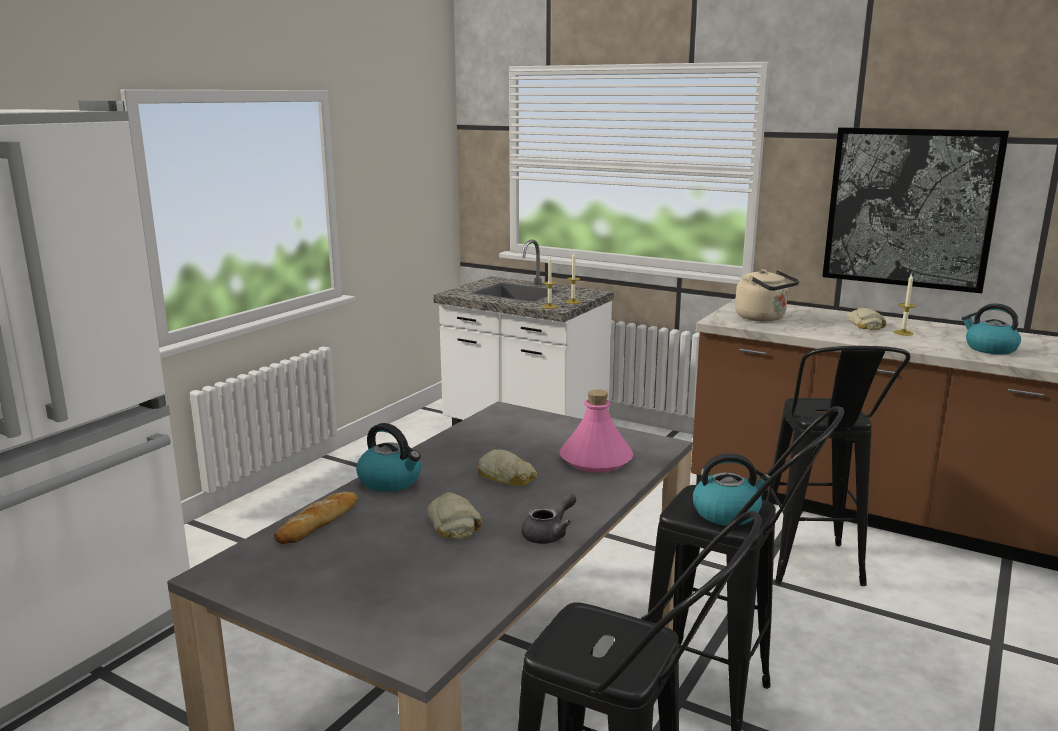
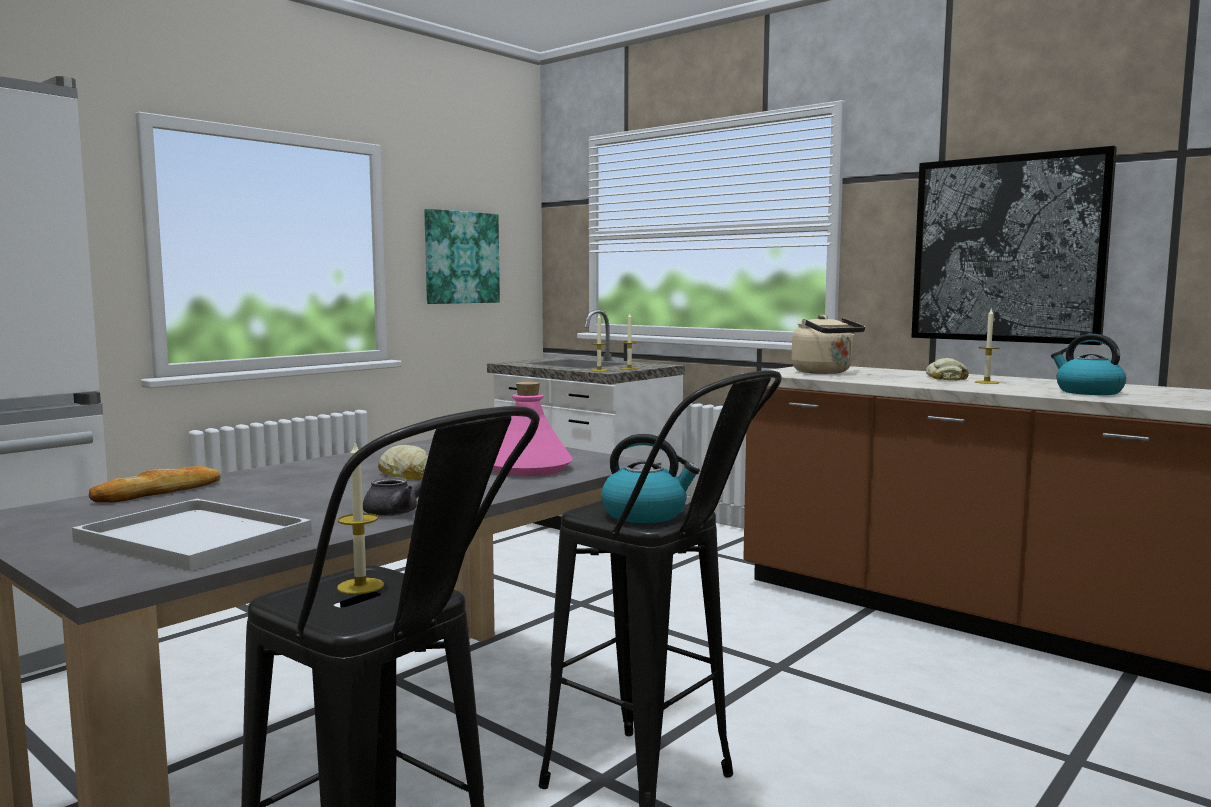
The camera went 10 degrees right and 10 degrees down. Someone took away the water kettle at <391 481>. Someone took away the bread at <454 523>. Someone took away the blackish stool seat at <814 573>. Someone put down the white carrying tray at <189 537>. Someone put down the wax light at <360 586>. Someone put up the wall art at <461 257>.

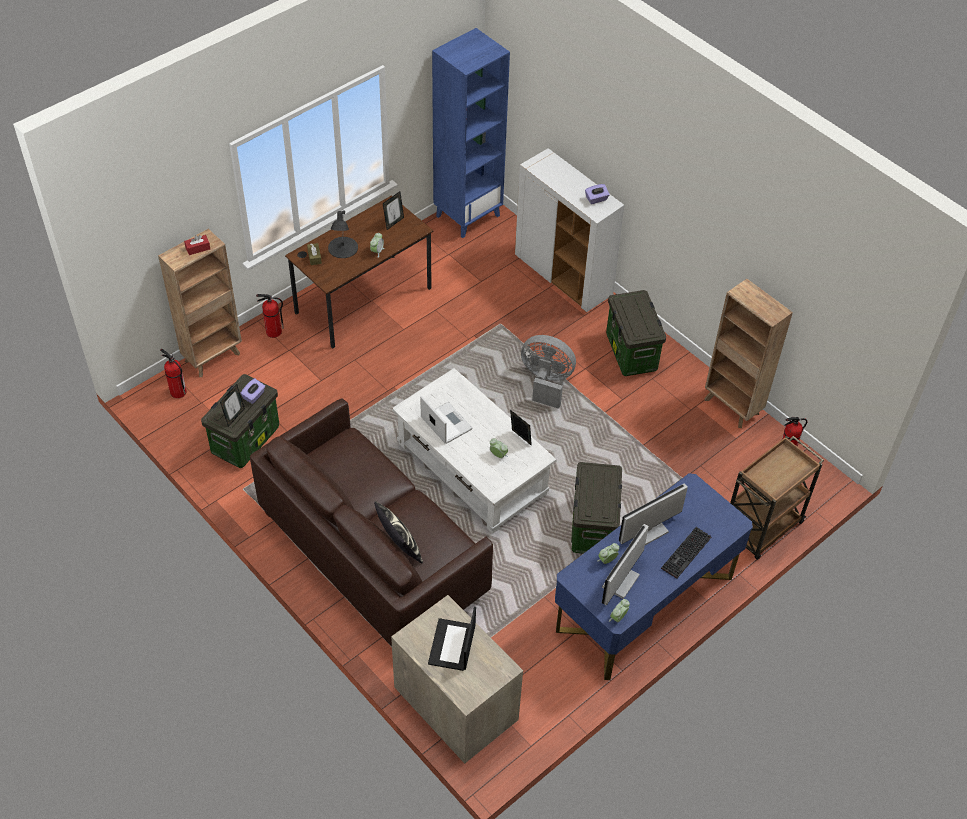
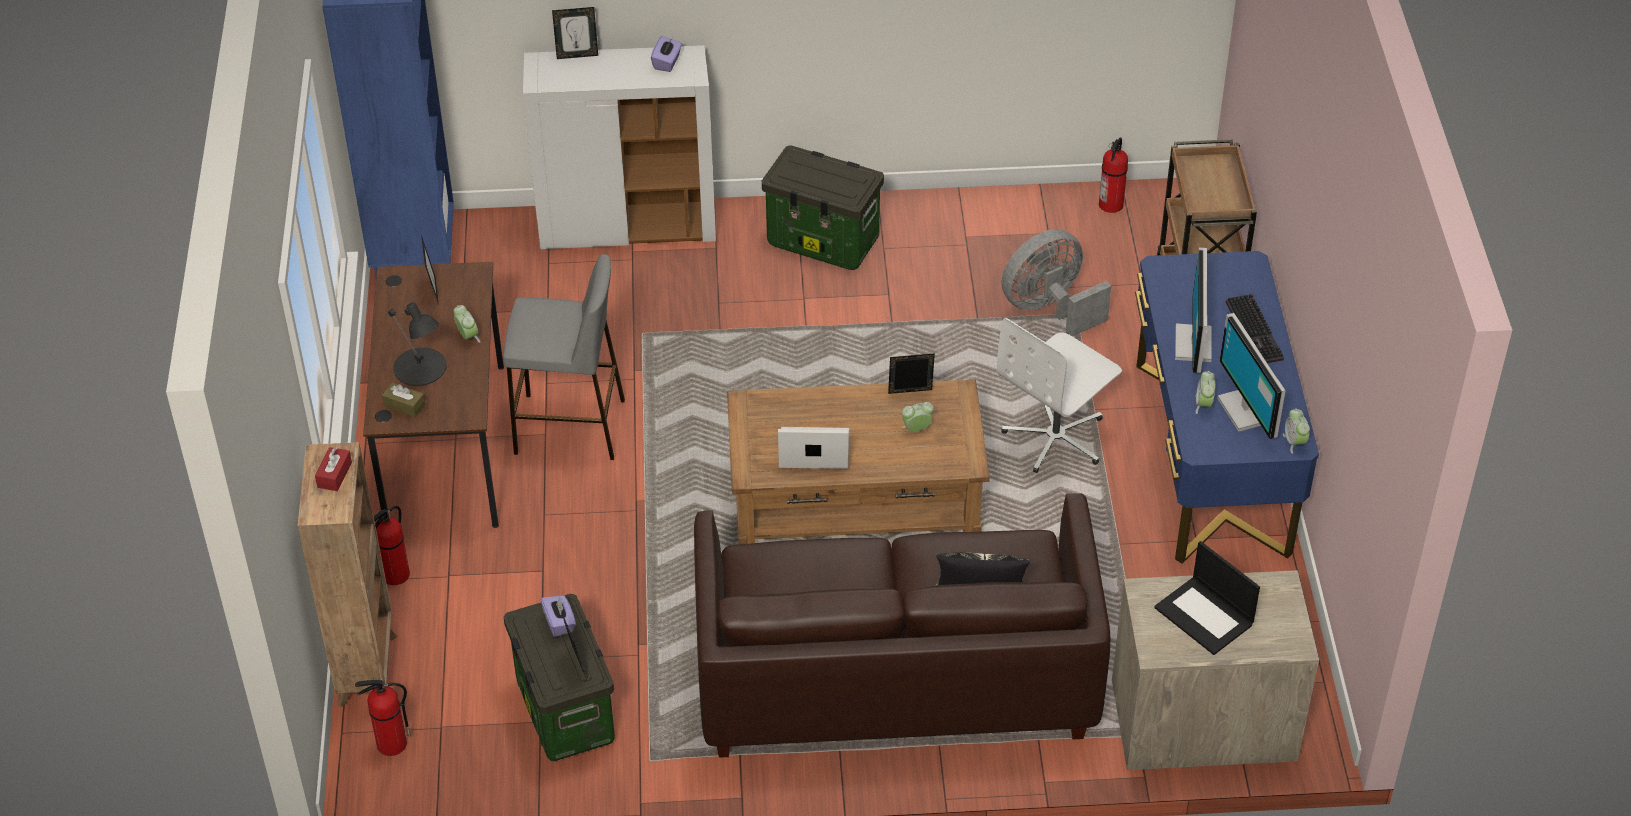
The camera went 50 degrees left and 5 degrees down. Someone repainted the white low table at <471 468>, which became the brownish low table at <854 499>. Someone carried the gray electric fan from <546 382> to <1049 308>. Someone swapped the storage bin at <592 526> for the white desk chair at <1056 437>. Someone took away the brownish bookcase at <732 407>. Someone put down the gray stool seat at <571 427>. Someone put down the standing frame at <577 55>.

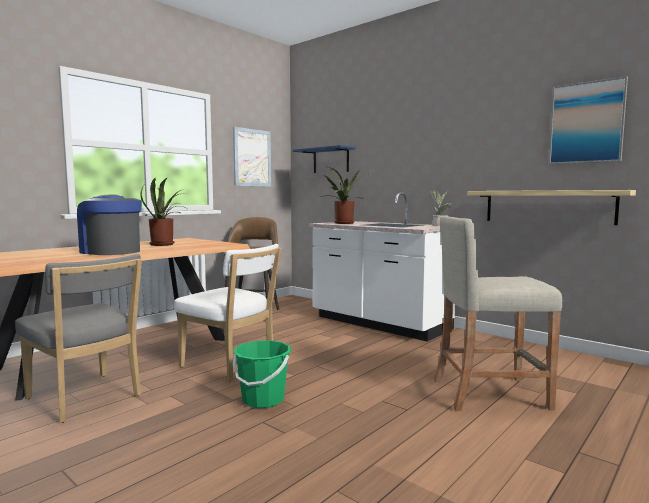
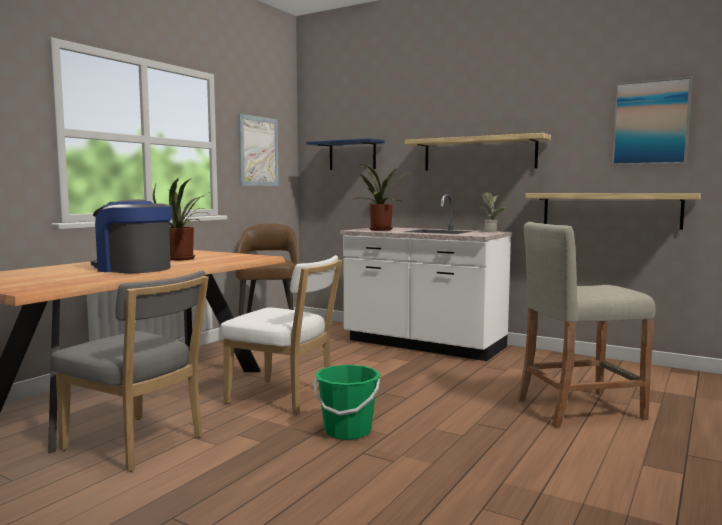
The camera went 10 degrees left and 0 degrees up. Someone put up the wall shelf at <479 154>.

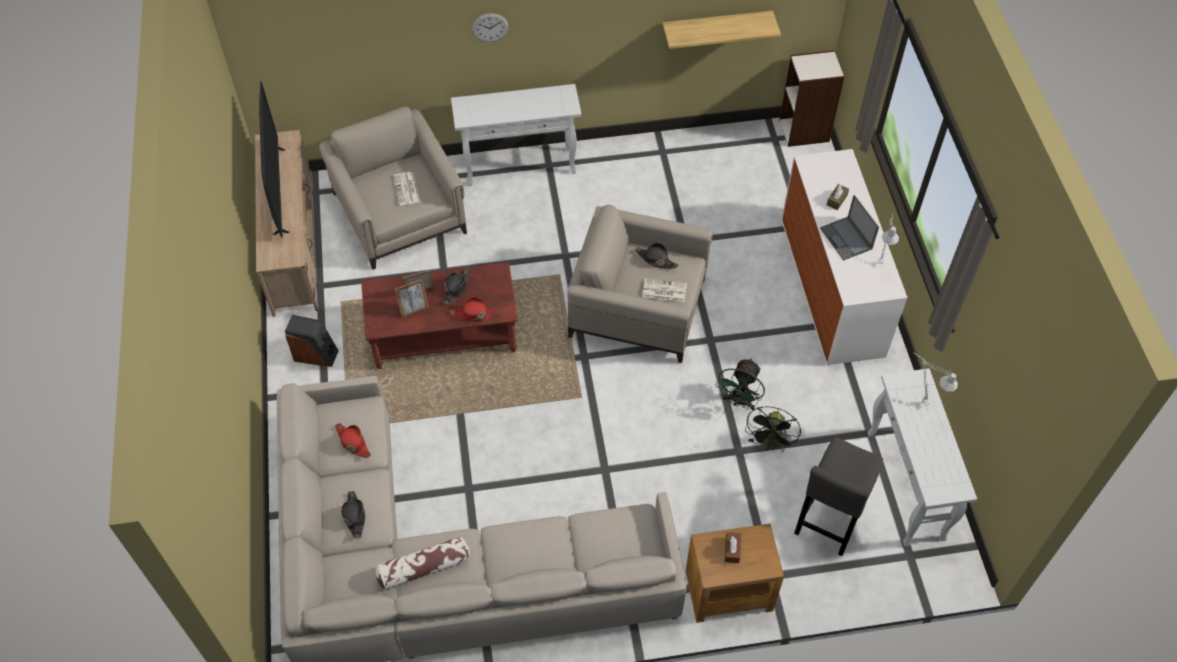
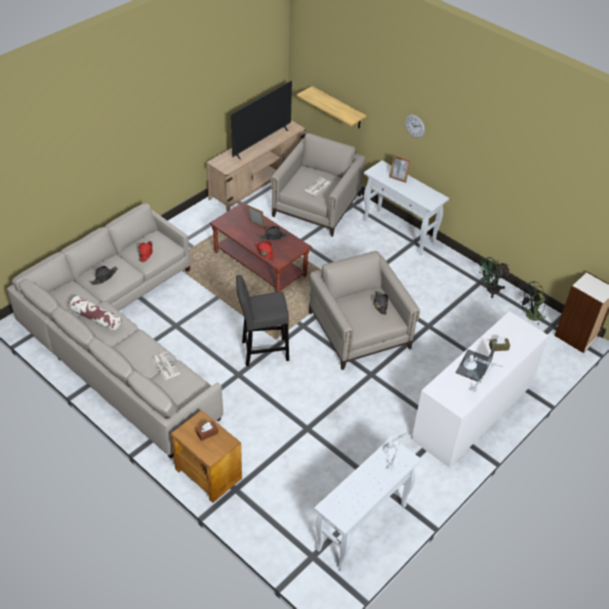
The camera went 50 degrees right and 10 degrees down. Someone took away the speaker at <316 354>. Someone carried the standing frame from <414 310> to <398 178>. Someone carried the daily paper from <664 290> to <165 366>. Someone carried the wall shelf from <716 27> to <338 108>. Someone carried the greenish electric fan from <739 401> to <489 290>. Someone carried the blackish electric fan from <770 444> to <530 316>. Someone carried the gray stool seat from <828 522> to <262 351>.

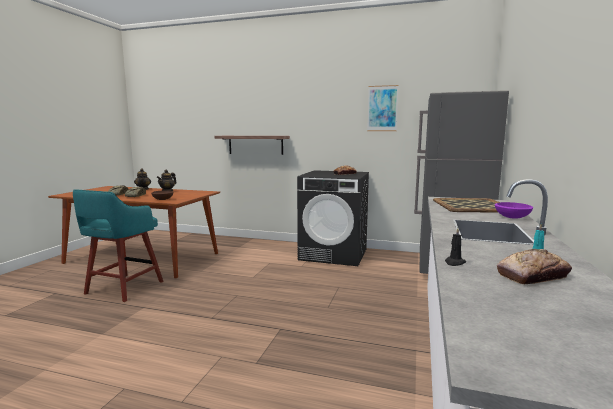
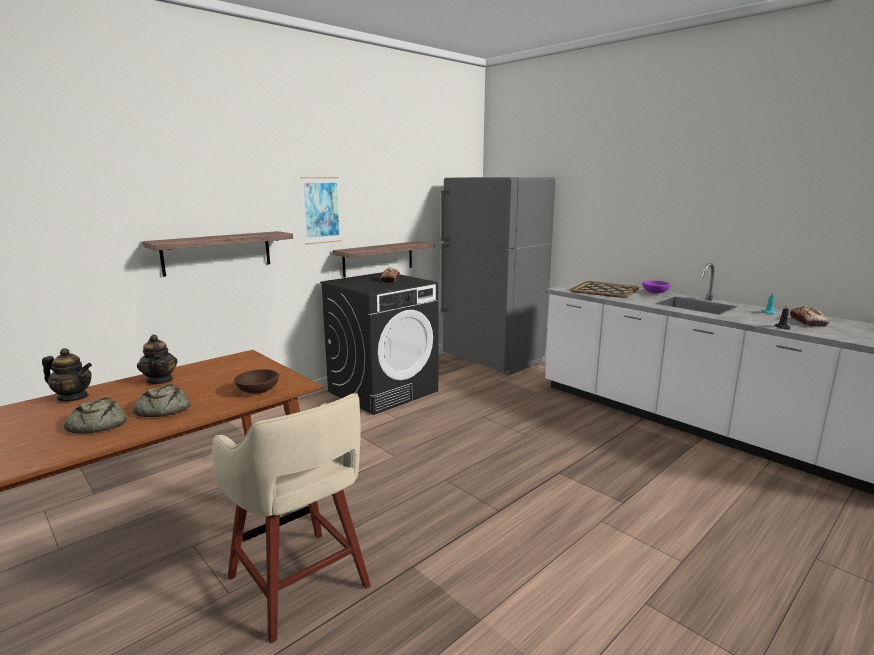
The camera went 60 degrees left and 5 degrees up. Someone repainted the turquoise stool seat at <123 288>, which became the beige-coloured stool seat at <300 585>. Someone carried the wall art from <382 108> to <321 210>. Someone put up the wall shelf at <378 258>.

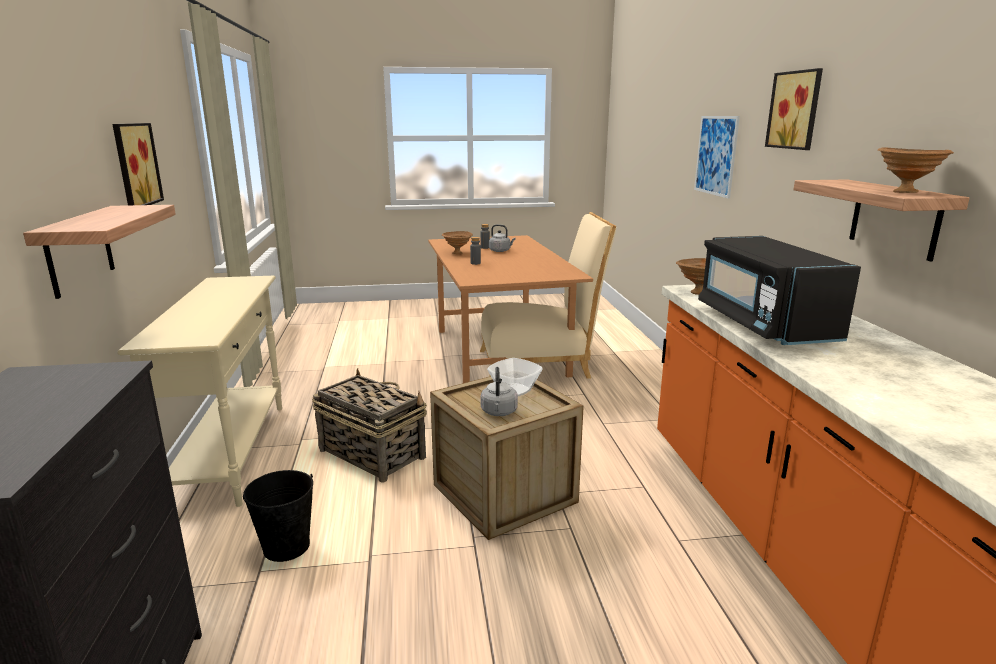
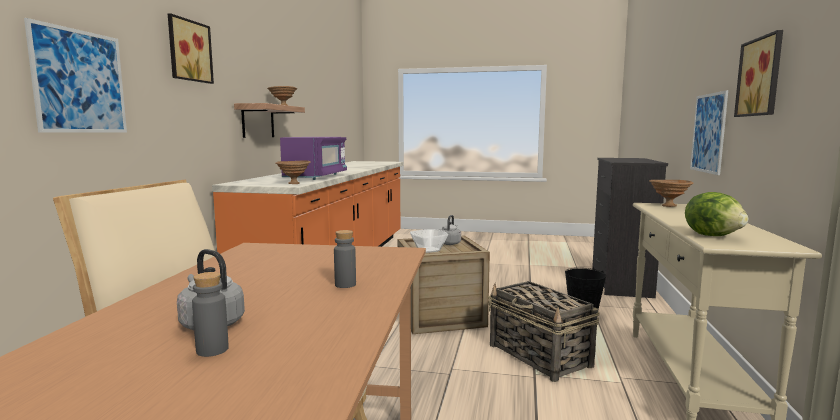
The camera went 160 degrees left and 10 degrees down. Someone swapped the wall shelf at <79 250> for the wall art at <708 133>. Someone carried the brownish serving bowl from <458 253> to <668 206>. Someone repainted the blackish microwave at <763 323>, which became the purplish microwave at <316 177>. Someone put down the head of lettuce at <713 235>.

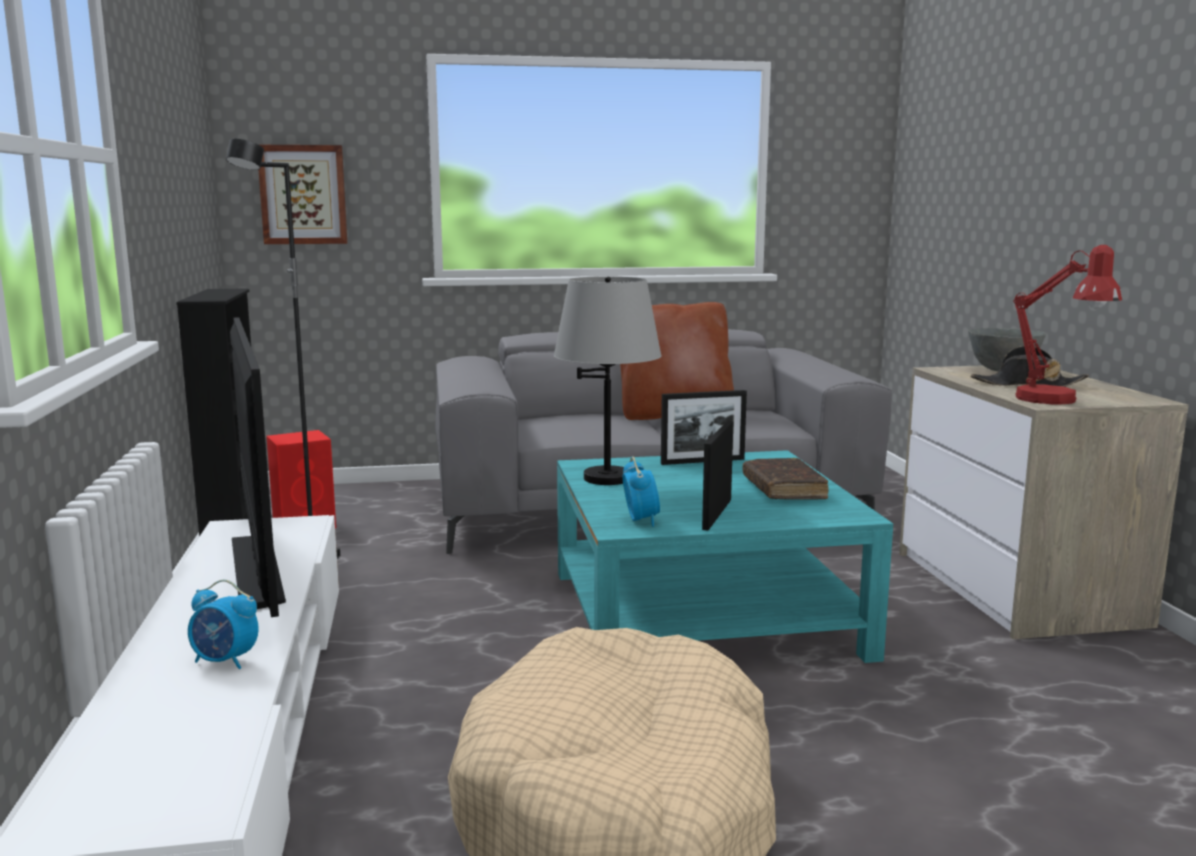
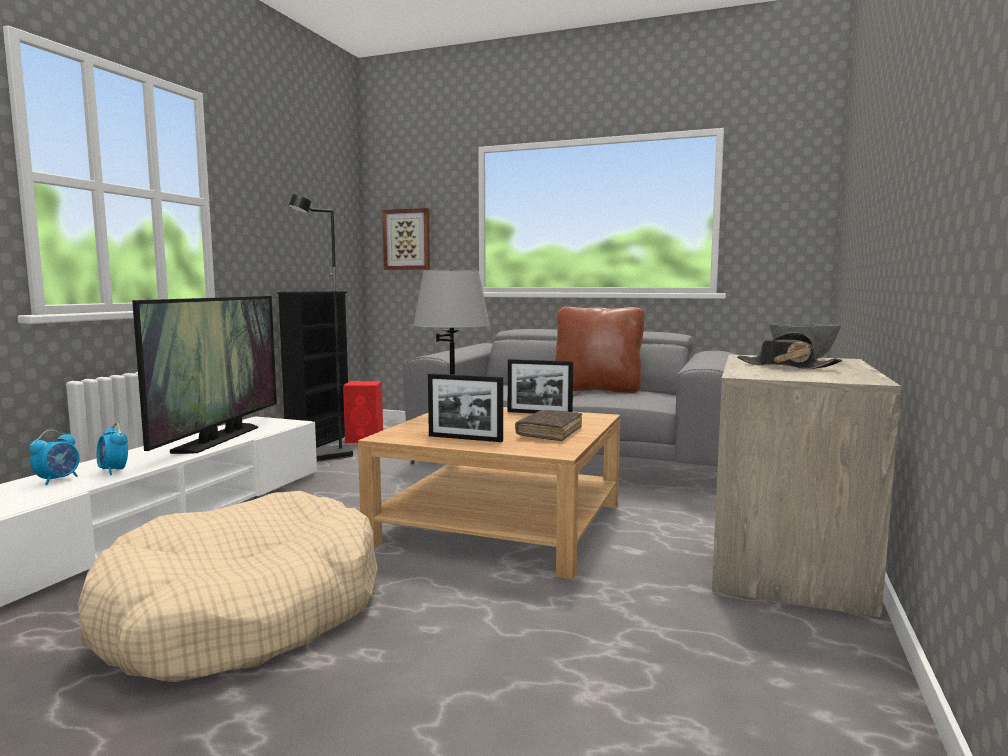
The camera went 30 degrees right and 5 degrees down. Someone repainted the turquoise low table at <704 613>, which became the beige-coloured low table at <500 523>. Someone carried the table clock from <640 520> to <58 480>. Someone rotated the standing frame at <717 514> by 120 degrees counterclockwise. Someone took away the reddish lamp for a table at <1057 401>.

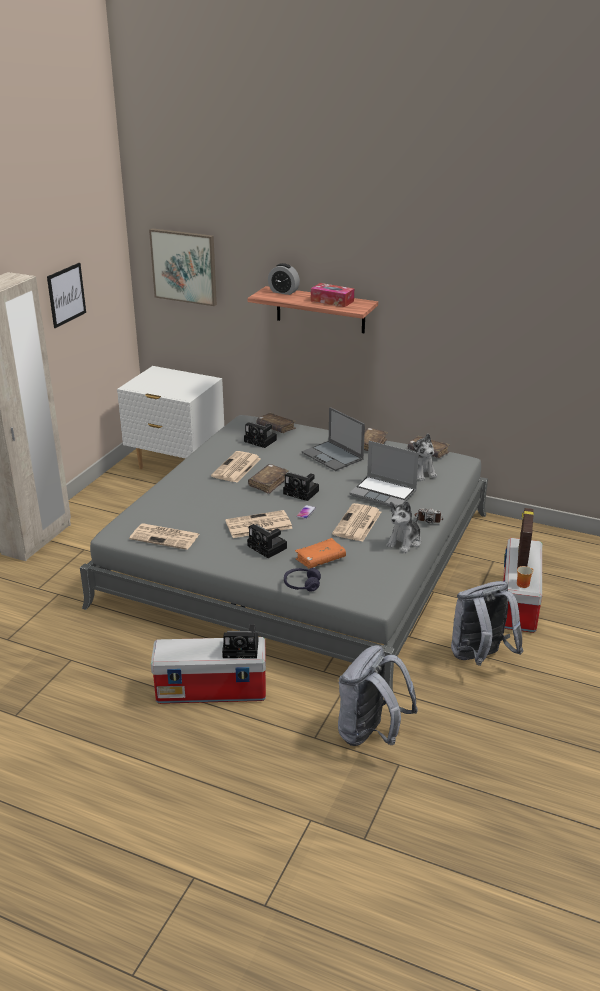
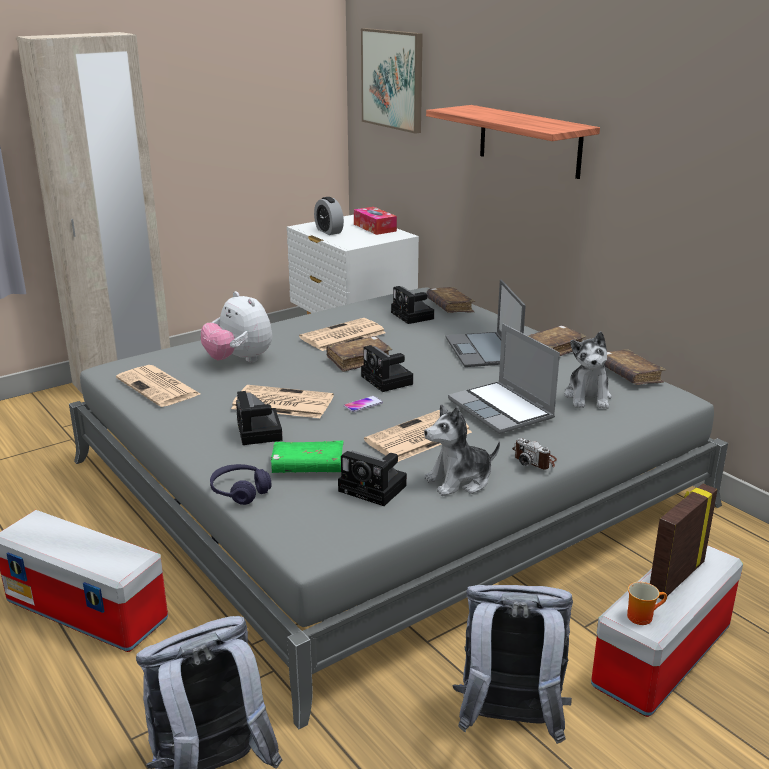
The camera went 30 degrees right and 5 degrees down. Someone took away the wall art at <66 295>. Someone carried the still camera from <242 648> to <375 489>. Someone carried the table clock from <283 292> to <329 231>. Someone repainted the orangey bound book at <320 559>, which became the greenish bound book at <308 467>. Someone carried the tissue holder from <332 301> to <375 227>. Someone put down the plush toy at <239 360>.

